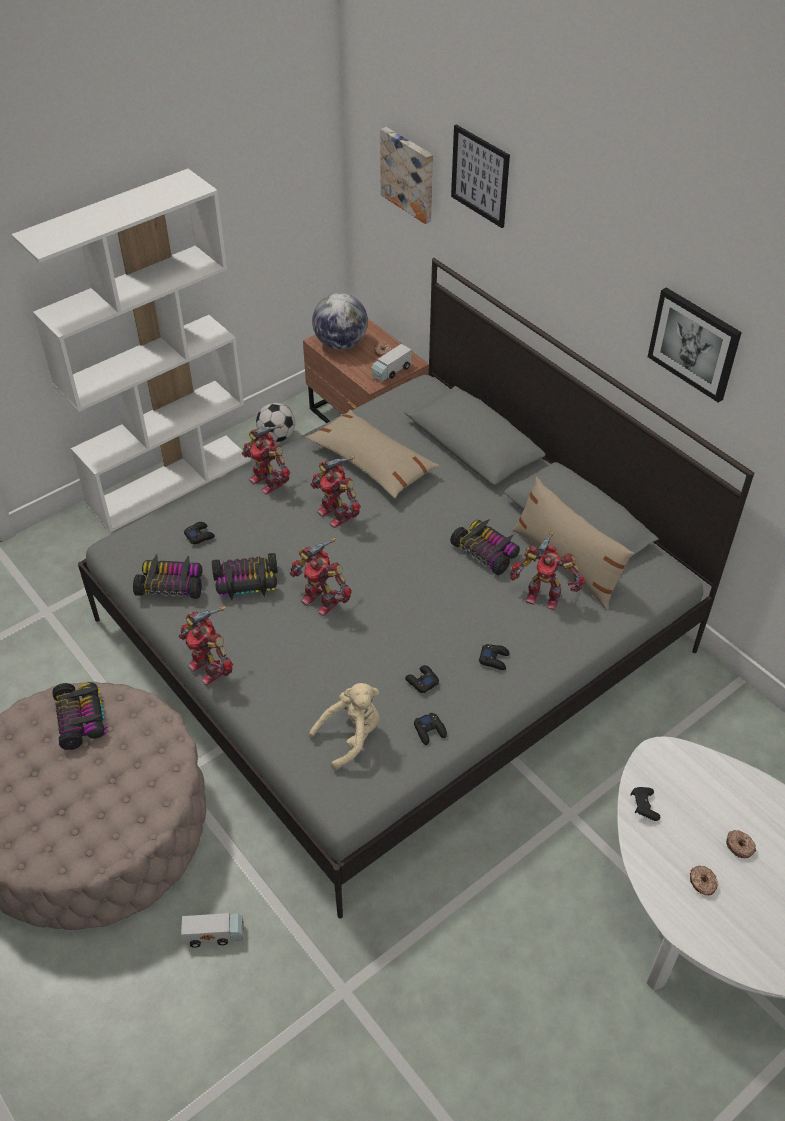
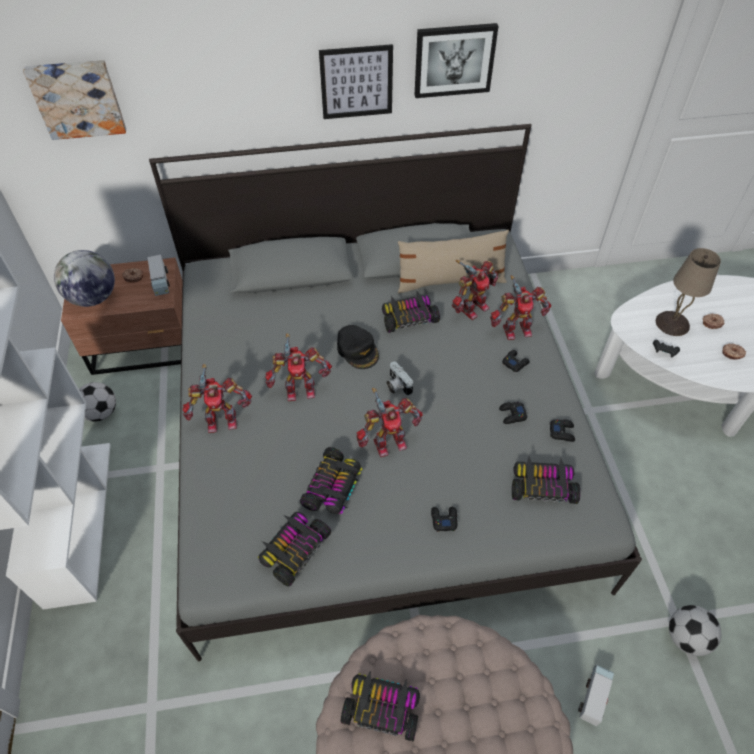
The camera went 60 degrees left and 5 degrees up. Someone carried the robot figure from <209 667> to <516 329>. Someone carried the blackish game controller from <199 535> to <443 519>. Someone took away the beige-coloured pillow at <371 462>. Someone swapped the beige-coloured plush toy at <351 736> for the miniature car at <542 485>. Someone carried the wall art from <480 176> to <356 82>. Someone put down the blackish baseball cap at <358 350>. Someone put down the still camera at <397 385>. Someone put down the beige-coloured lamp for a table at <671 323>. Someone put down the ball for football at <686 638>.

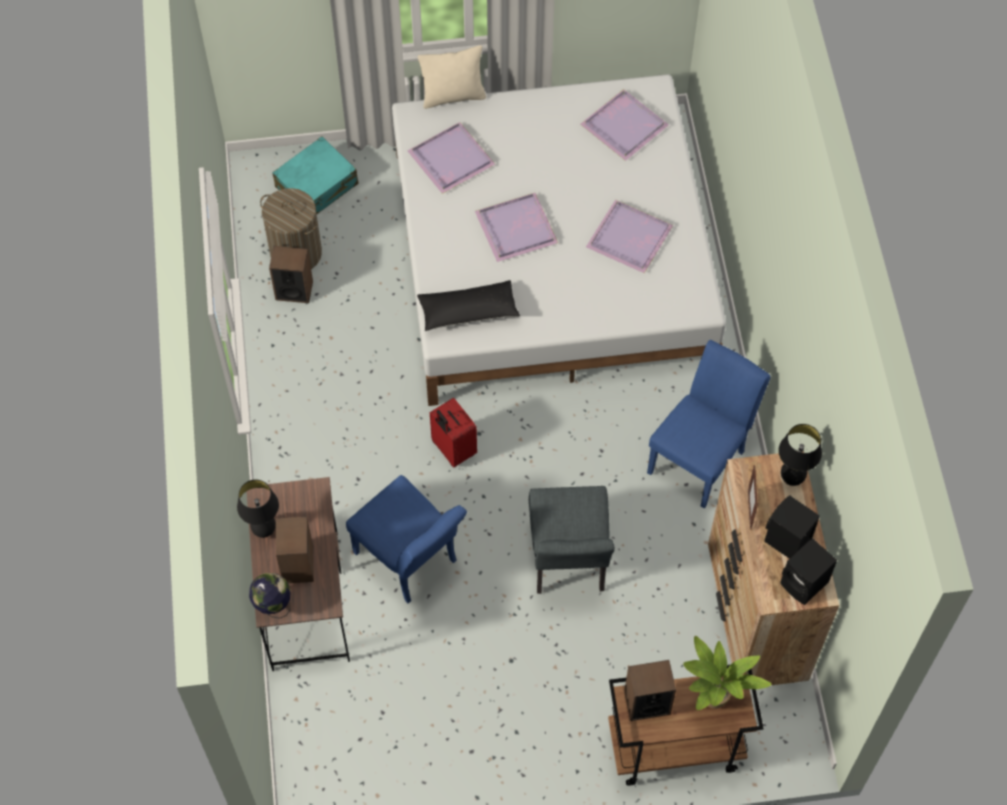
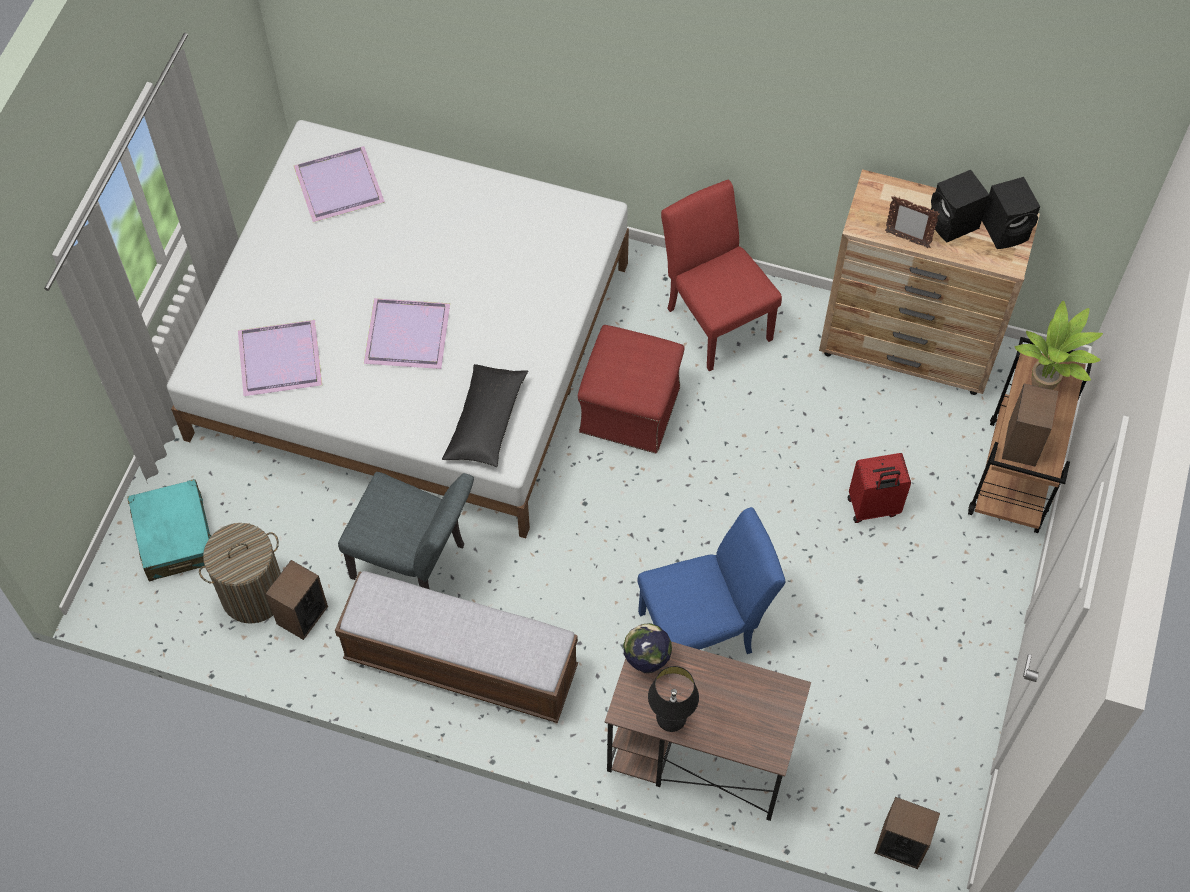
The camera went 65 degrees left and 0 degrees up. Someone carried the globe from <273 605> to <646 662>. Someone carried the speaker from <298 564> to <900 844>. Someone took away the beige-coloured pillow at <453 96>. Someone carried the reddish piece of luggage from <453 450> to <873 508>. Someone carried the gray chair from <568 564> to <416 564>. Someone took away the purplish carrying tray at <630 239>. Someone repainted the blue chair at <701 457>, which became the reddish chair at <714 318>. Someone took away the blackish lamp for a table at <791 479>. Someone put down the long seat at <461 664>. Someone put down the reddish footrest at <630 408>.

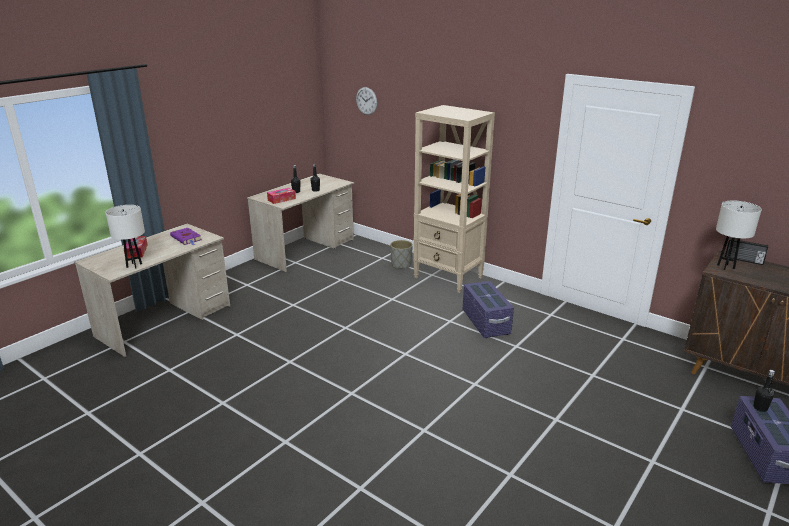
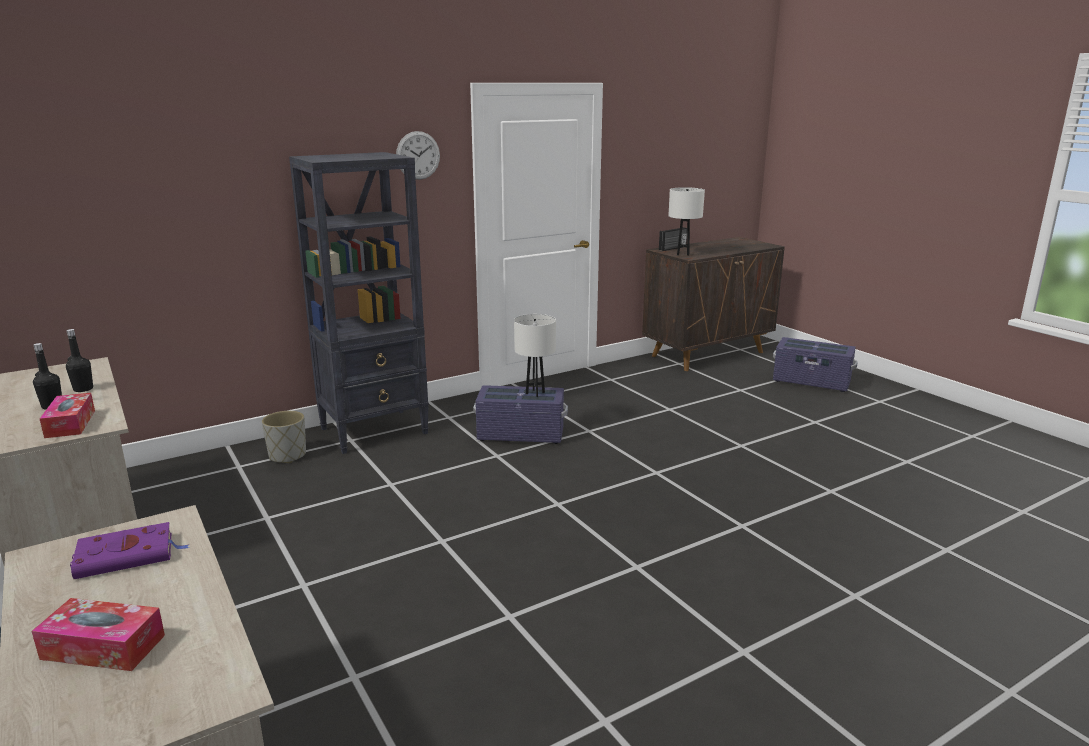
The camera went 70 degrees left and 5 degrees down. Someone carried the white lamp for a table from <134 265> to <535 393>. Someone carried the hanging clock from <366 101> to <418 155>. Someone repainted the beige-coloured bookcase at <448 277>, which became the blackish bookcase at <375 431>. Someone took away the blackish bottle at <760 408>.

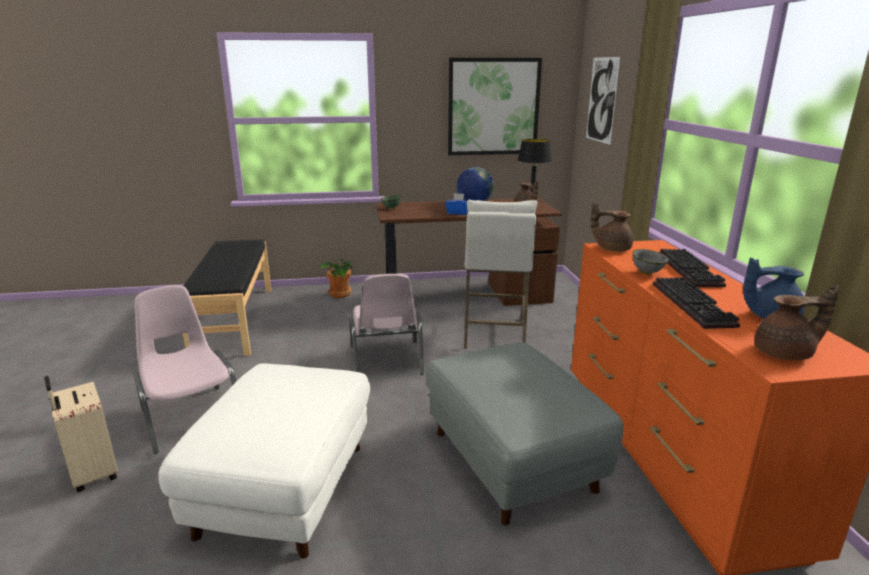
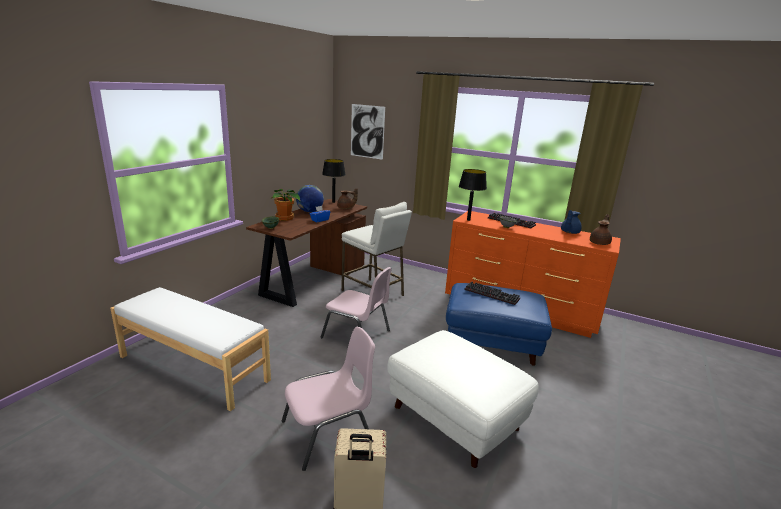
The camera went 55 degrees left and 0 degrees up. Someone rotated the pinkish chair at <191 416> by 150 degrees clockwise. Someone repainted the blackish long seat at <234 320>, which became the white long seat at <192 368>. Someone carried the potted plant from <339 294> to <285 218>. Someone repainted the gray footrest at <513 460>, which became the blue footrest at <492 342>. Someone took away the wall art at <493 107>. Someone swapped the brownish pot for tea at <611 248> for the blackish lamp for a table at <468 220>. Someone carried the keyboard from <695 305> to <493 294>.

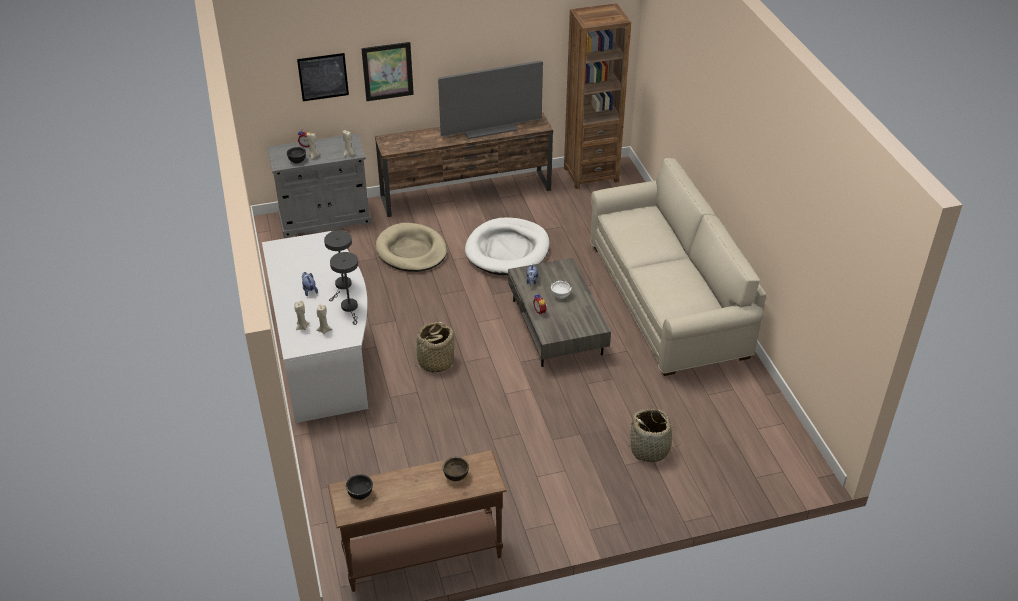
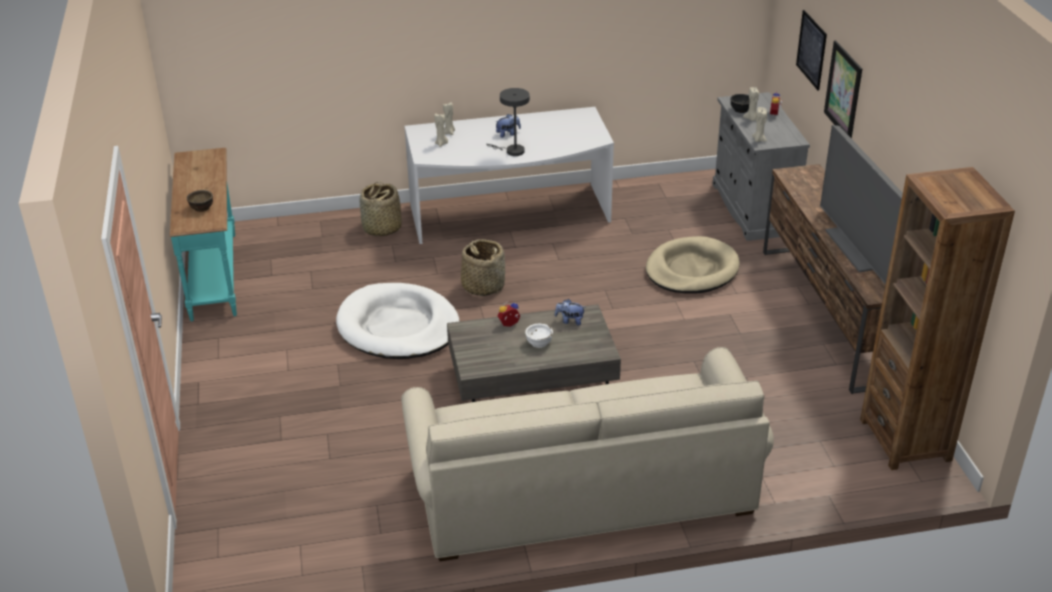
The camera went 95 degrees right and 5 degrees down. Someone repainted the brownish narrow table at <422 555>, which became the turquoise narrow table at <215 276>. Someone took away the gray lamp for a table at <350 308>. Someone took away the blackish serving bowl at <360 493>. Someone carried the white pet bed from <507 250> to <398 326>. Someone carried the household basket from <650 449> to <381 228>.

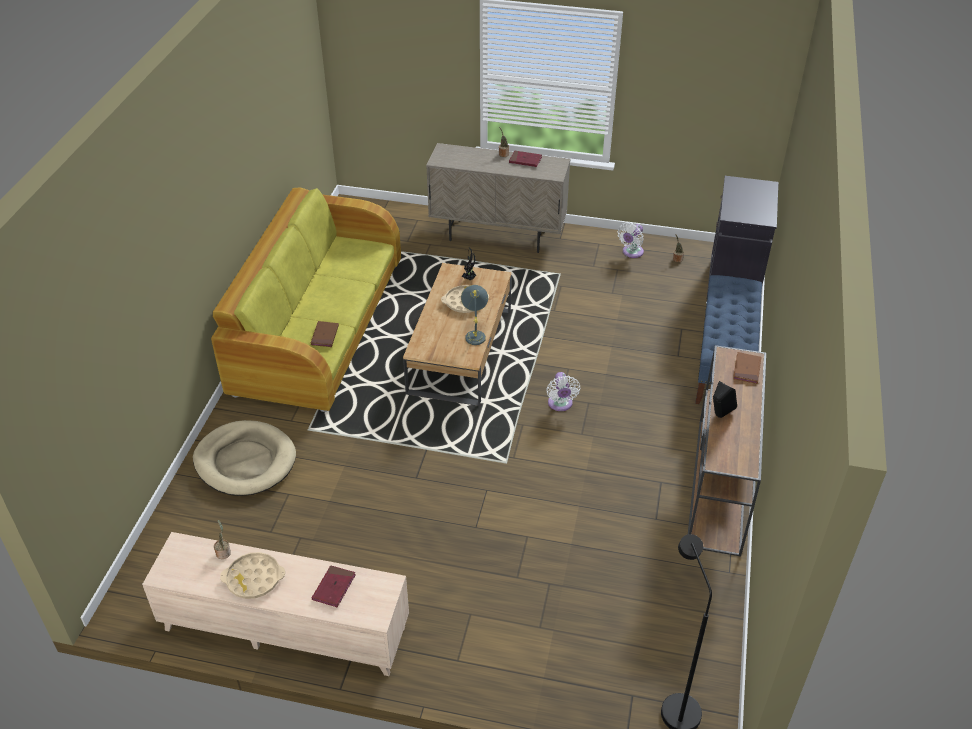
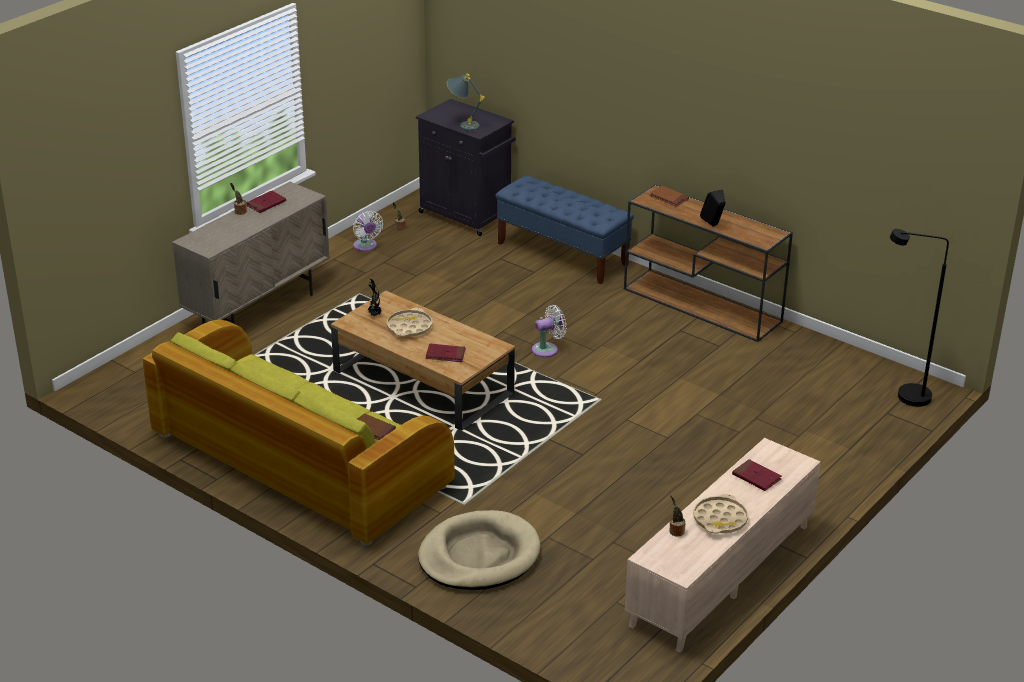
The camera went 65 degrees left and 10 degrees down. Someone carried the gray lamp for a table from <475 333> to <463 125>. Someone rotated the white electric fan at <560 404> by 45 degrees counterclockwise. Someone put down the reddish bound book at <445 354>.

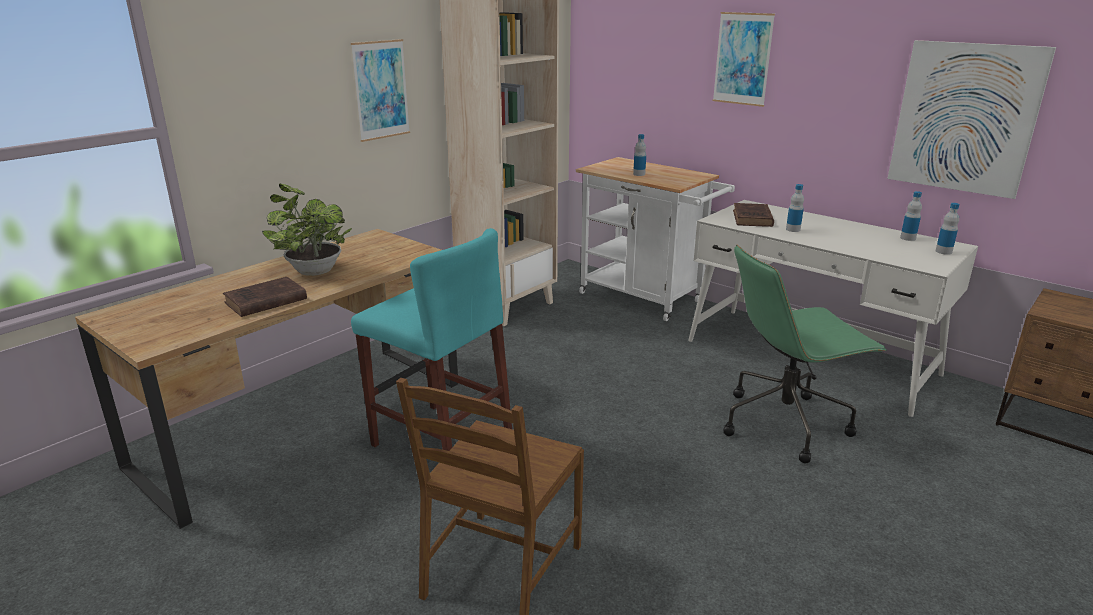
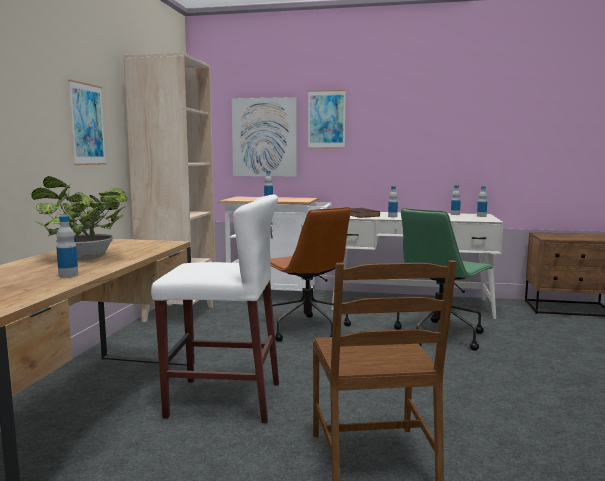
The camera went 30 degrees left and 15 degrees down. Someone swapped the brownish bound book at <264 302> for the bottle at <68 275>. Someone repainted the turquoise stool seat at <441 441>, which became the white stool seat at <224 400>. Someone carried the wall art from <965 118> to <264 137>. Someone put down the brownish desk chair at <306 329>.

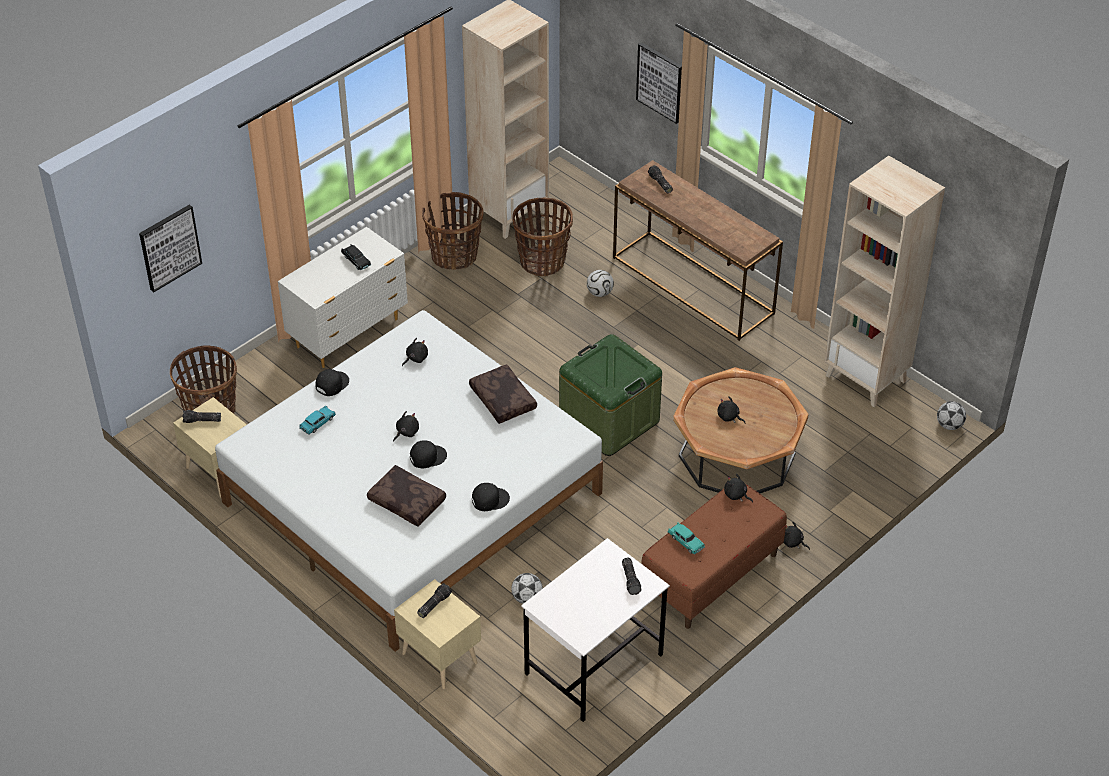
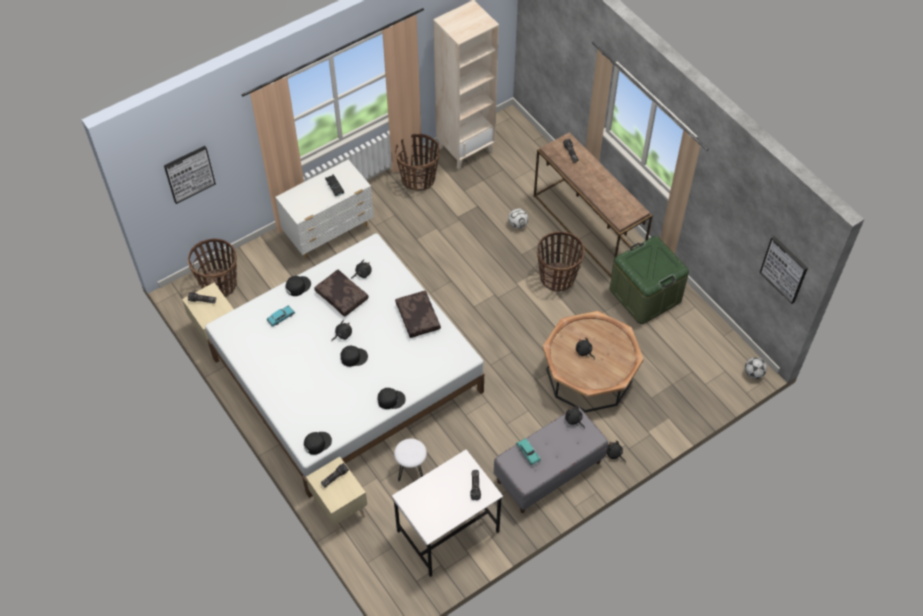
The camera went 10 degrees right and 10 degrees up. Someone carried the brownish pillow from <408 501> to <342 296>. Someone swapped the ball for football at <527 598> for the white stool seat at <411 469>. Someone carried the household basket from <542 261> to <557 277>. Someone carried the greenish storage bin from <609 420> to <645 295>. Someone carried the wall art from <660 82> to <784 269>. Someone repainted the brownish long seat at <711 575>, which became the gray long seat at <548 472>. Someone took away the beige-coloured bookcase at <866 378>. Someone put down the blackish baseball cap at <317 443>.

